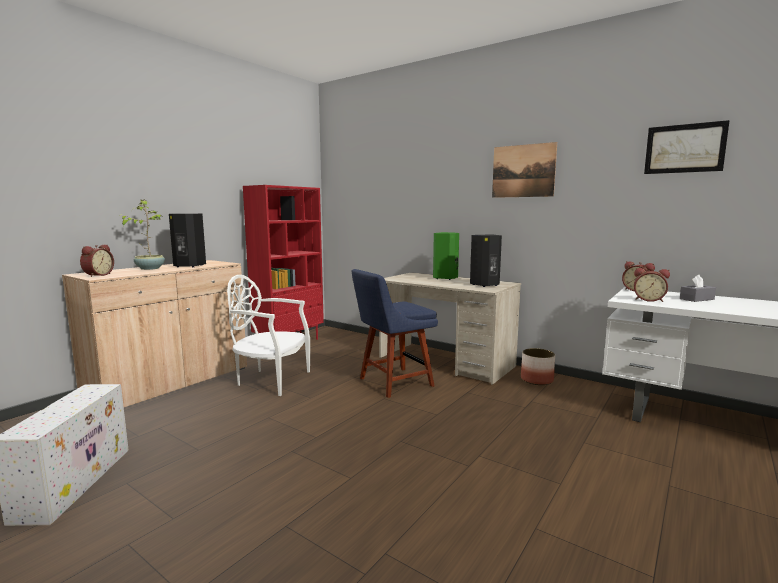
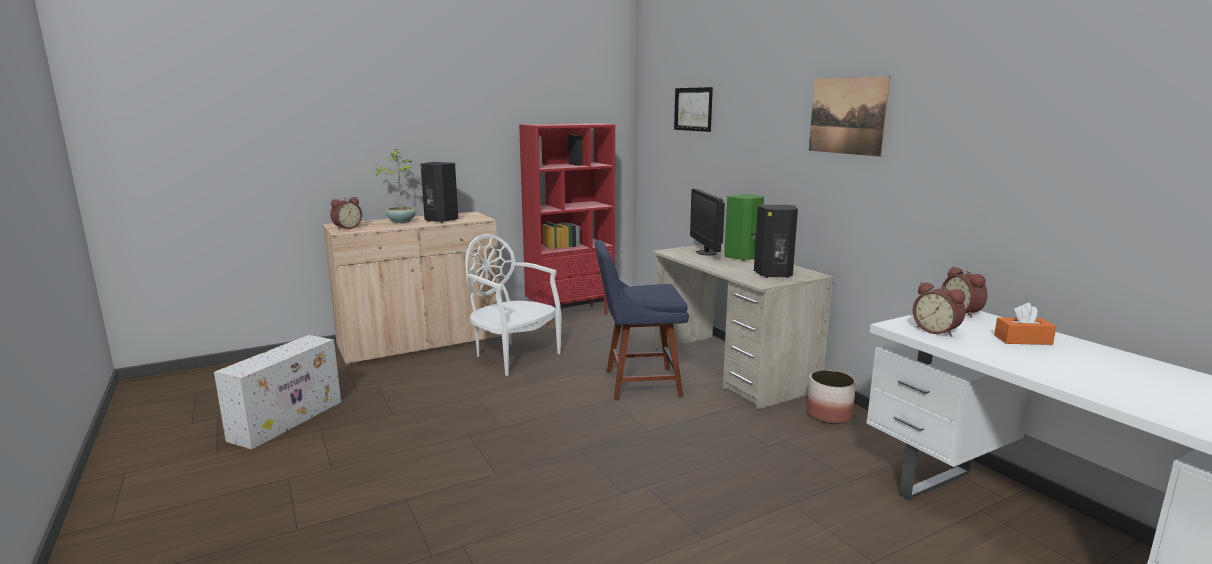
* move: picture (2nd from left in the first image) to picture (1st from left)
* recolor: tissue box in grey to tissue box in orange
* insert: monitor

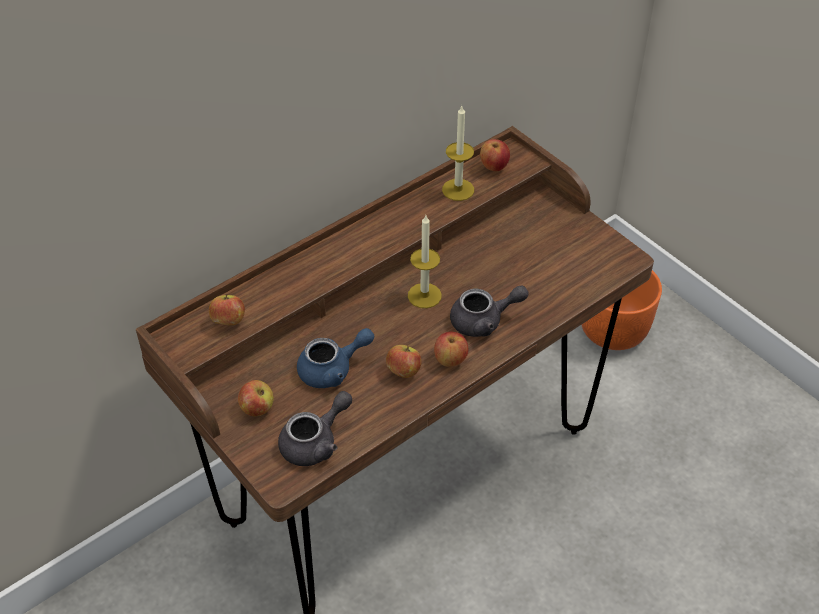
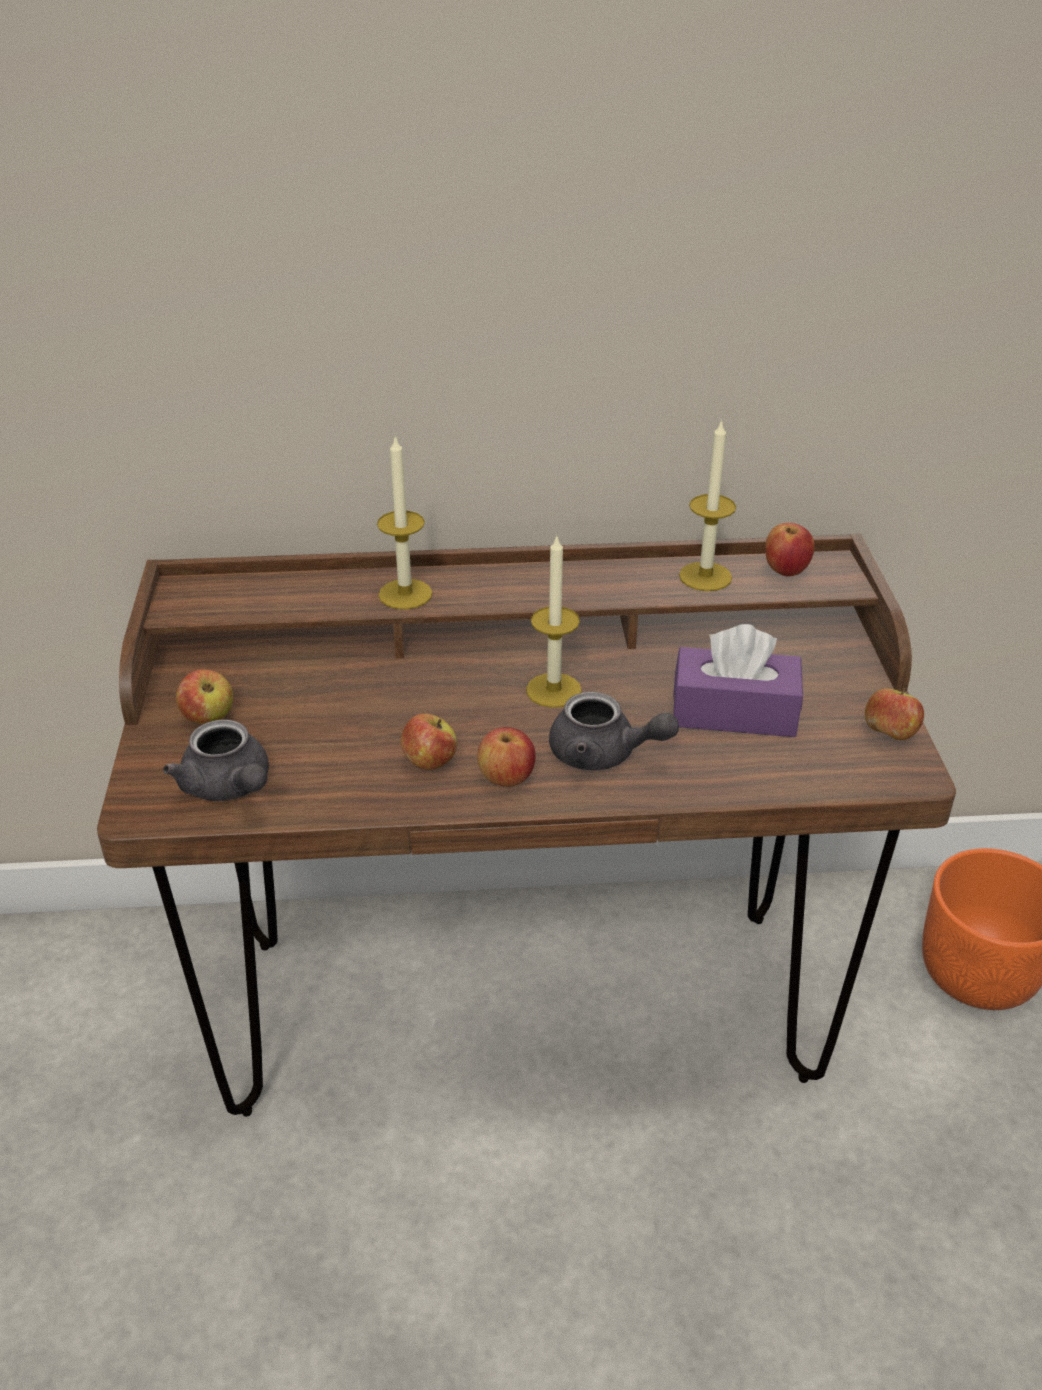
* move: apple (1st from left in the first image) to apple (5th from left)
* rotate: teapot in grey (1st from left) 60 degrees clockwise
* delete: teapot in blue
* insert: candle (1st from left)
* insert: tissue box in purple

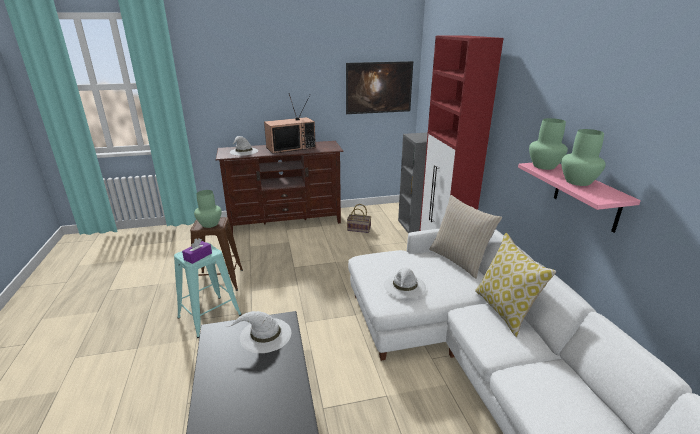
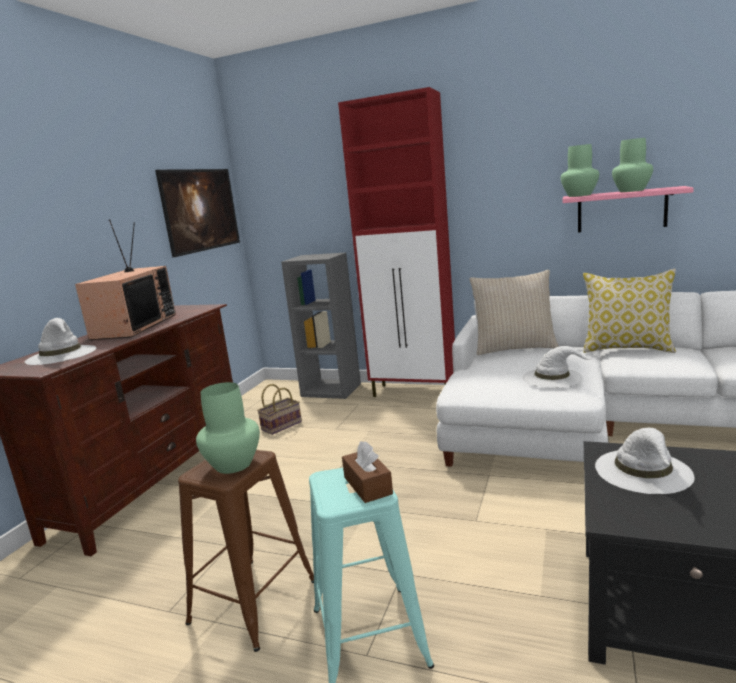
* recolor: tissue box in purple to tissue box in brown

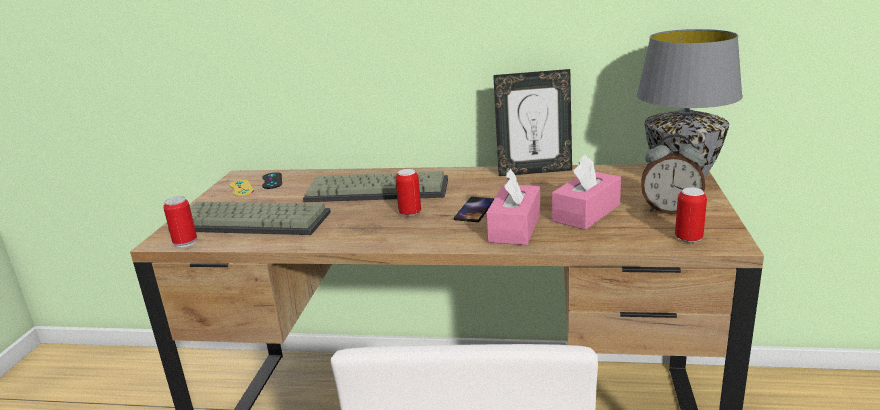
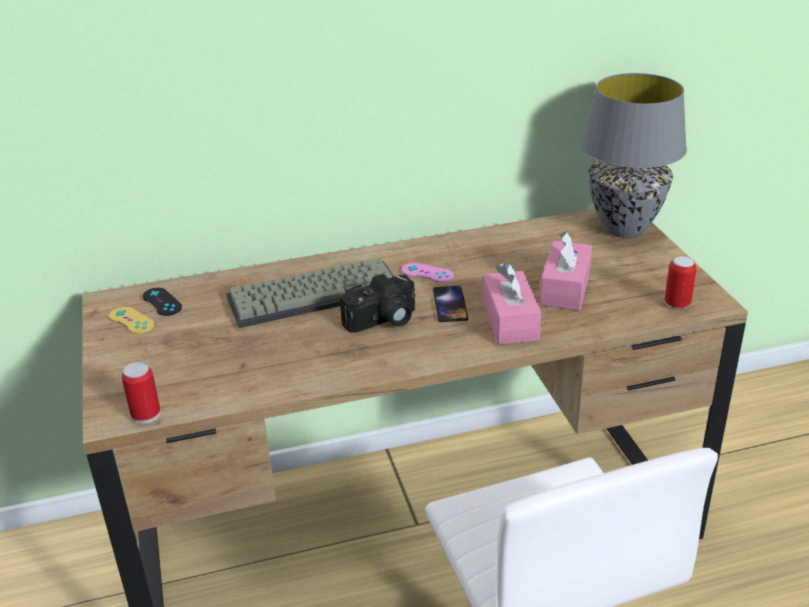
* delete: keyboard (1st from left)
* replace: can (2nd from left) to photo camera
* delete: picture frame
* delete: alarm clock
* insert: game controller in pink

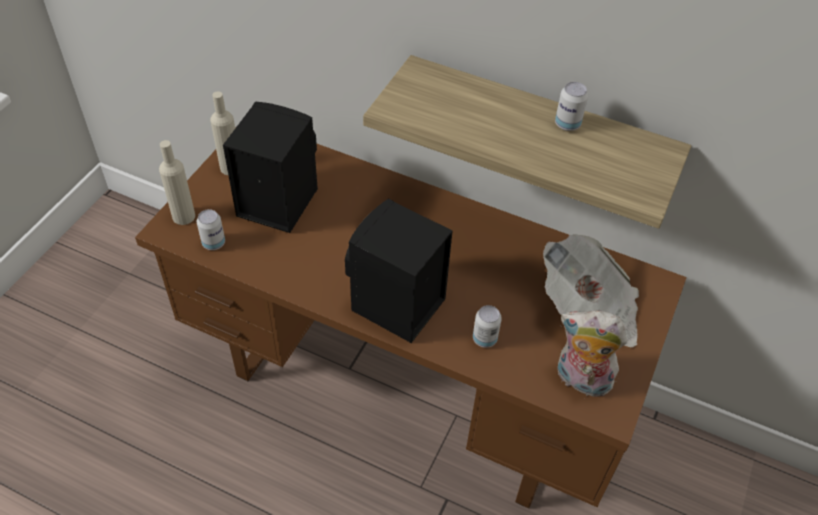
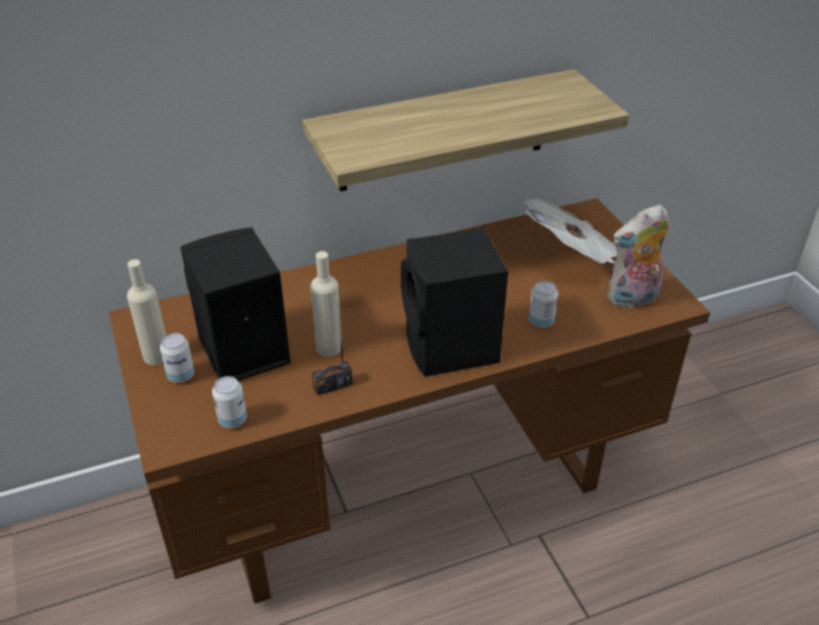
* move: bottle in beige (1st from left in the first image) to bottle in beige (2nd from left)
* move: can (3rd from left in the first image) to can (1st from left)
* insert: radio

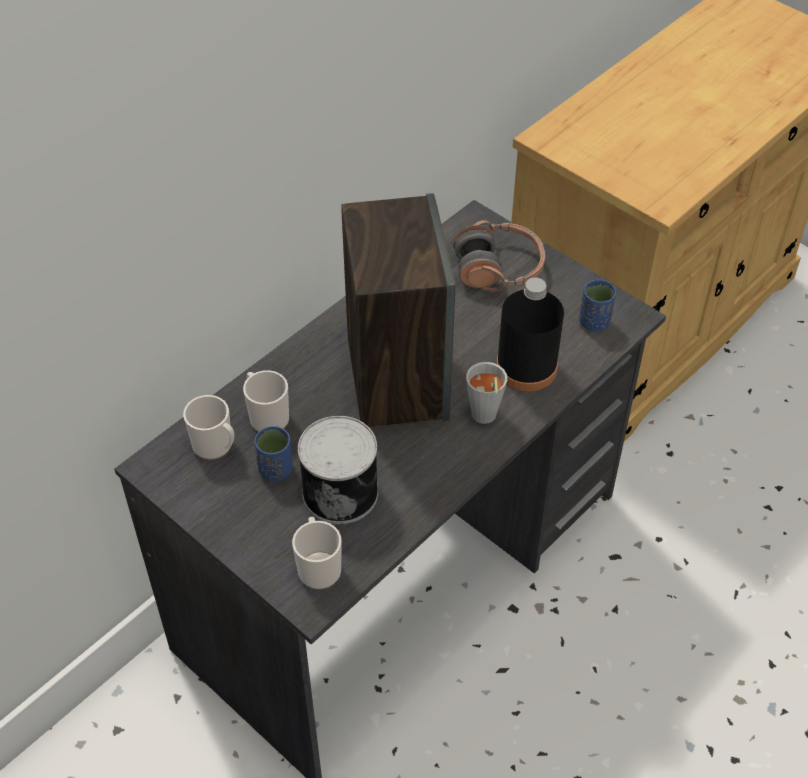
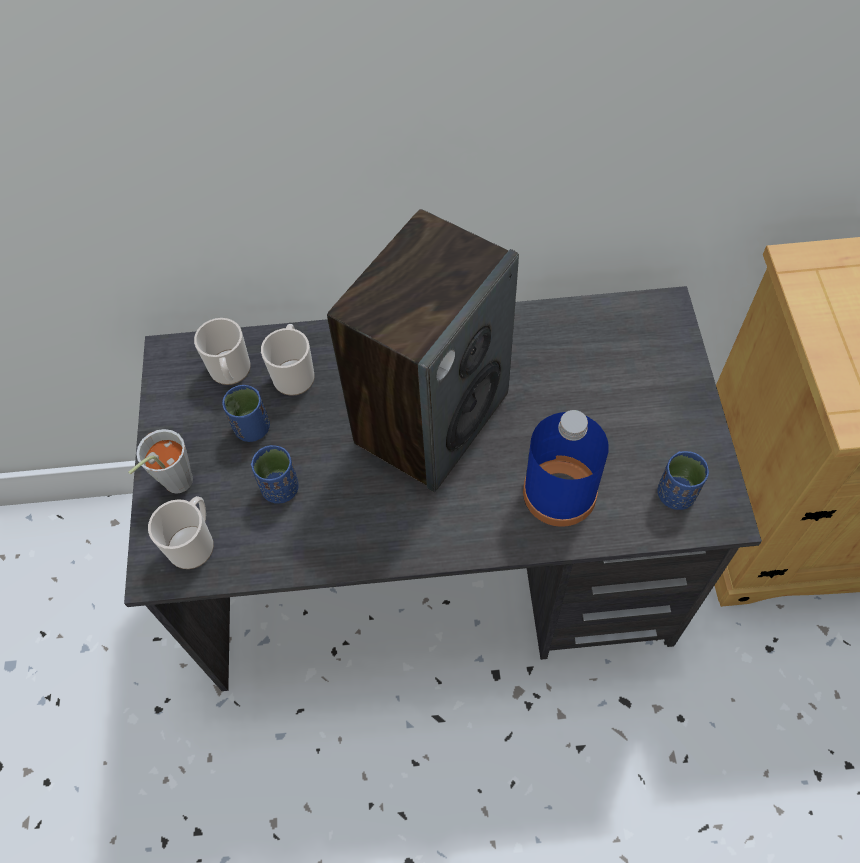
* replace: can to cup in blue (2nd from left)
* delete: headphones
* move: cup in grey
* recolor: bottle in black to bottle in blue

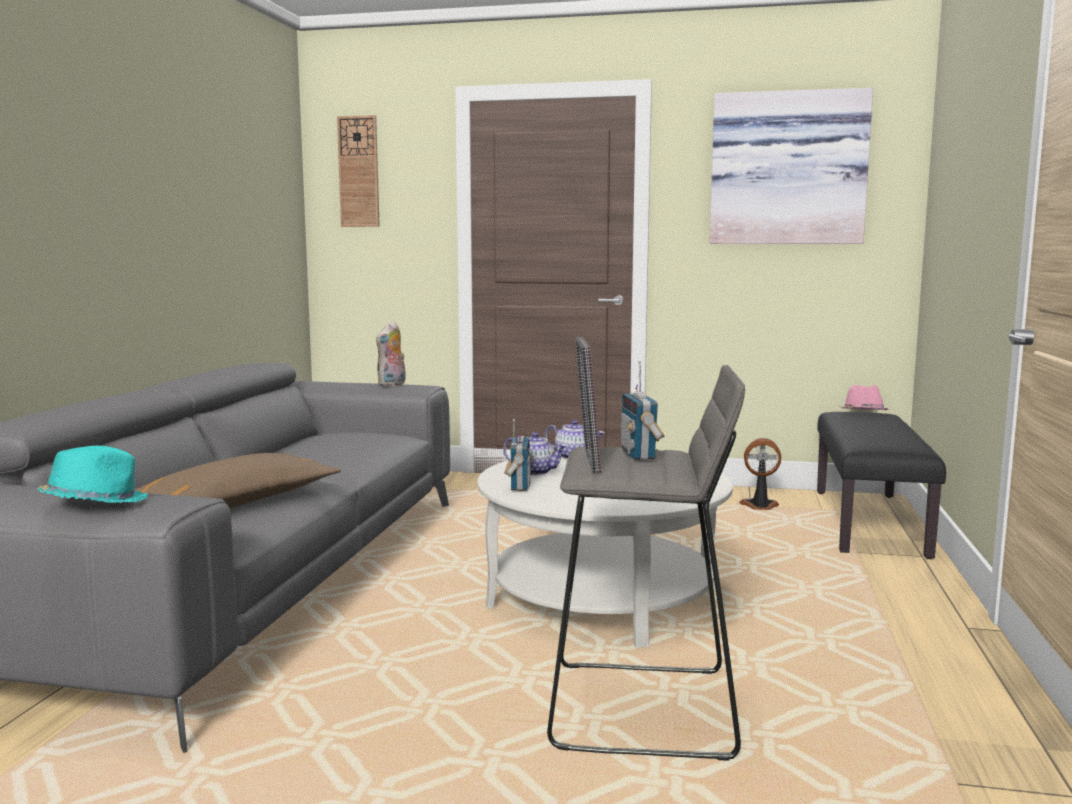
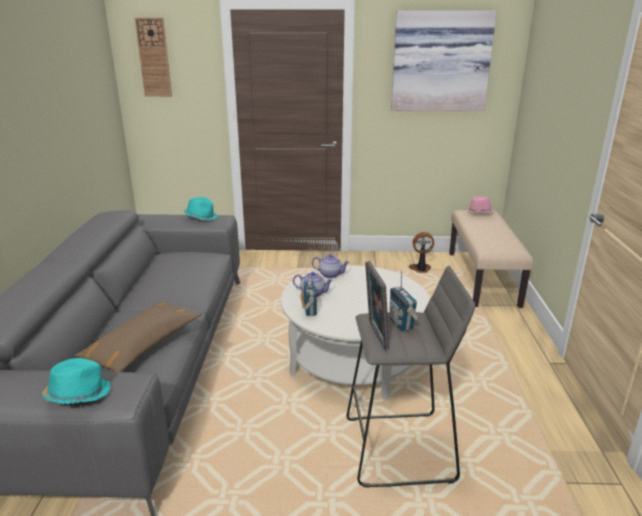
* replace: plush toy to hat in turquoise (2nd from left)
* recolor: bench in black to bench in beige

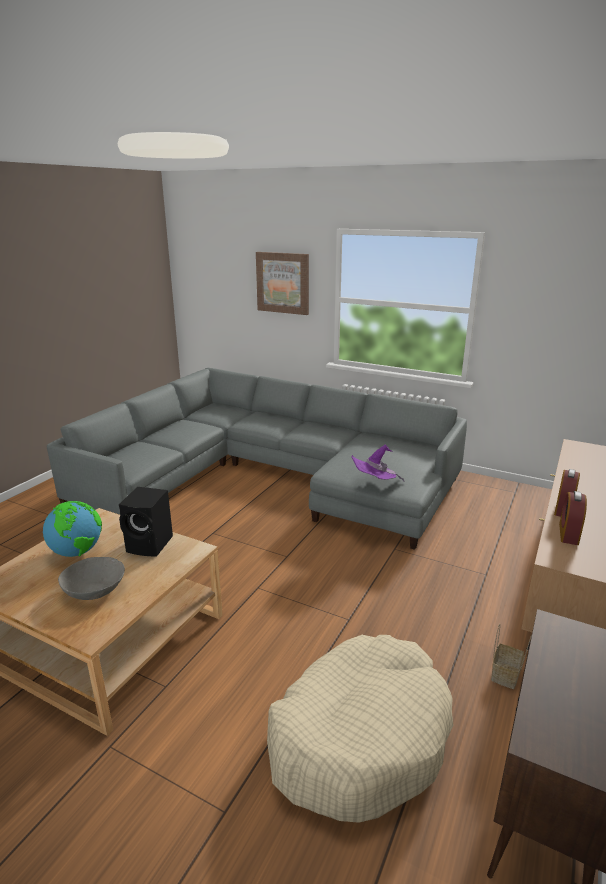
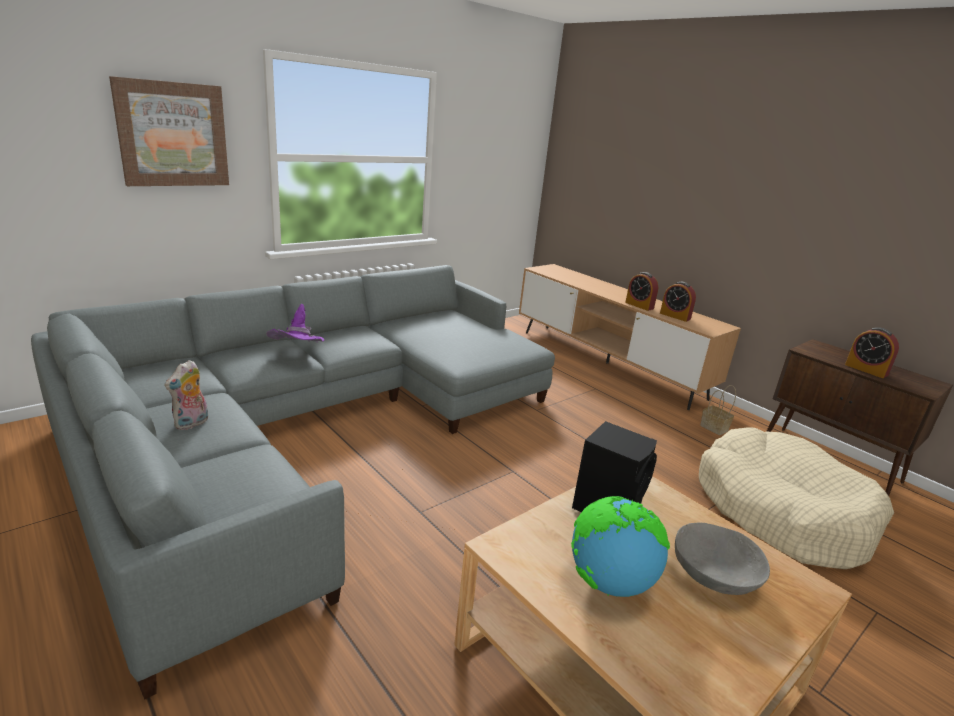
* move: hat in purple
* insert: plush toy
* insert: alarm clock (3rd from left)

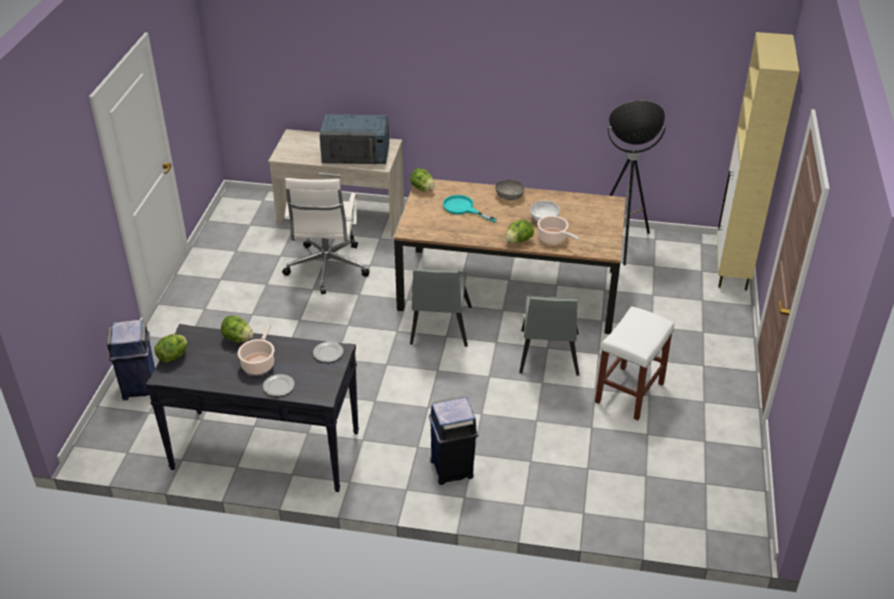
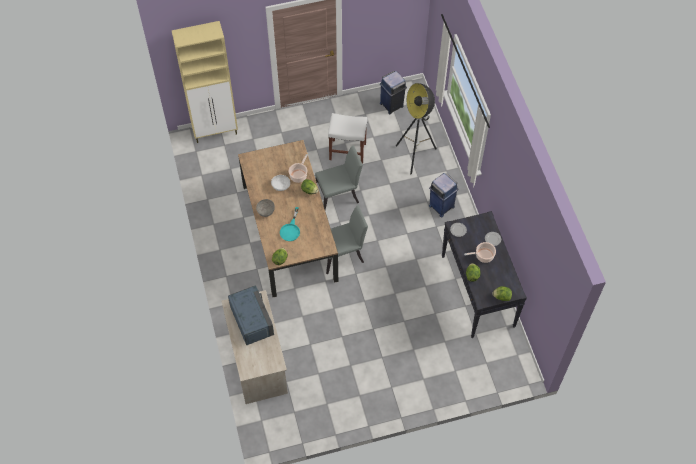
* move: trash can in blue (1st from left)
* delete: office chair in white
* move: floor lamp

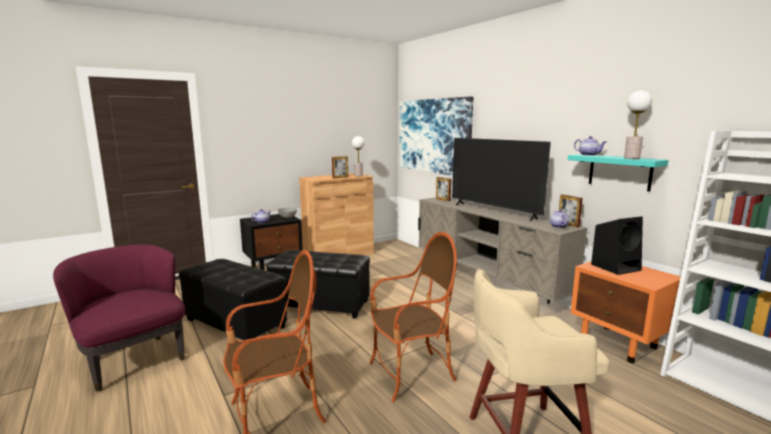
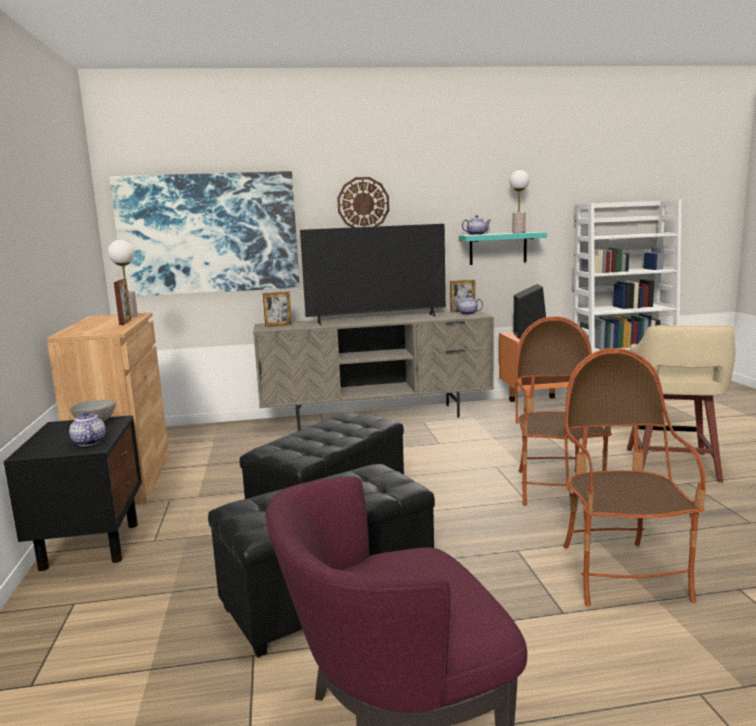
* insert: wall clock

